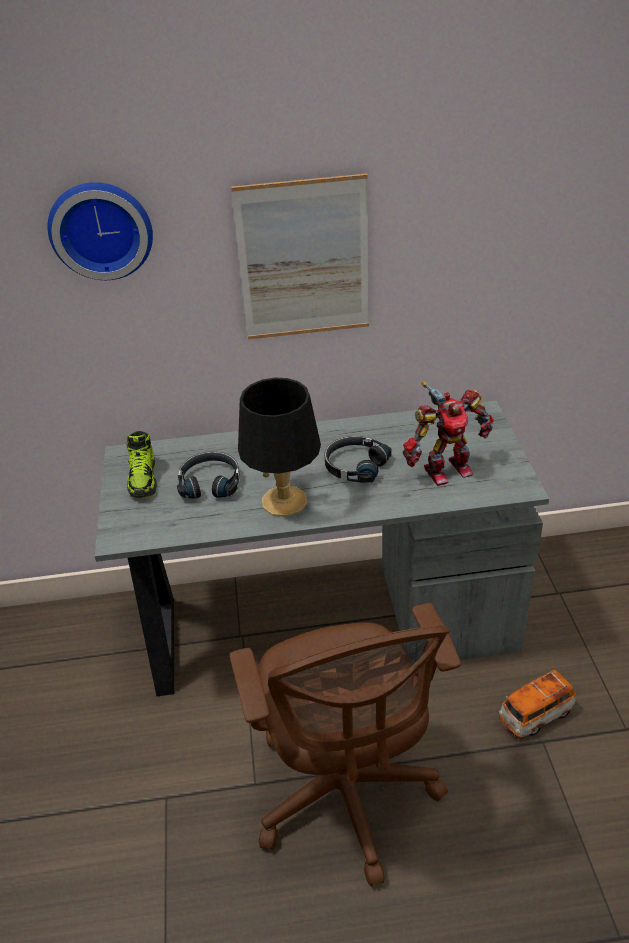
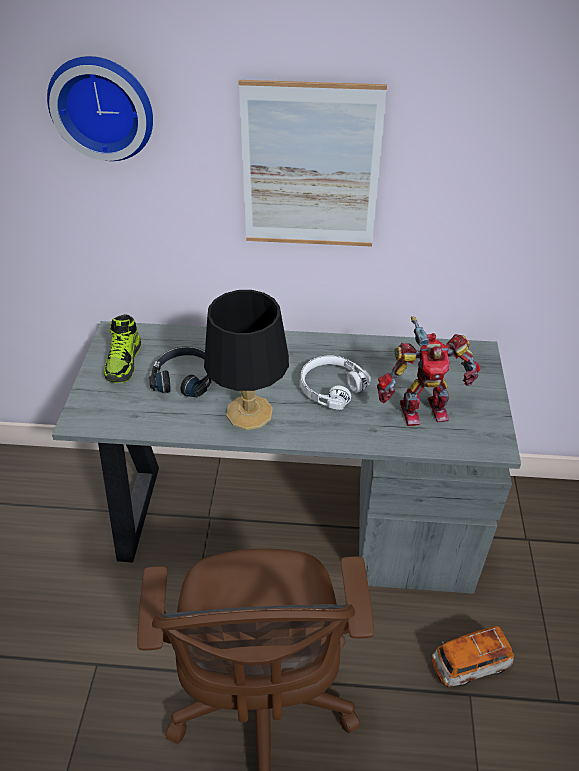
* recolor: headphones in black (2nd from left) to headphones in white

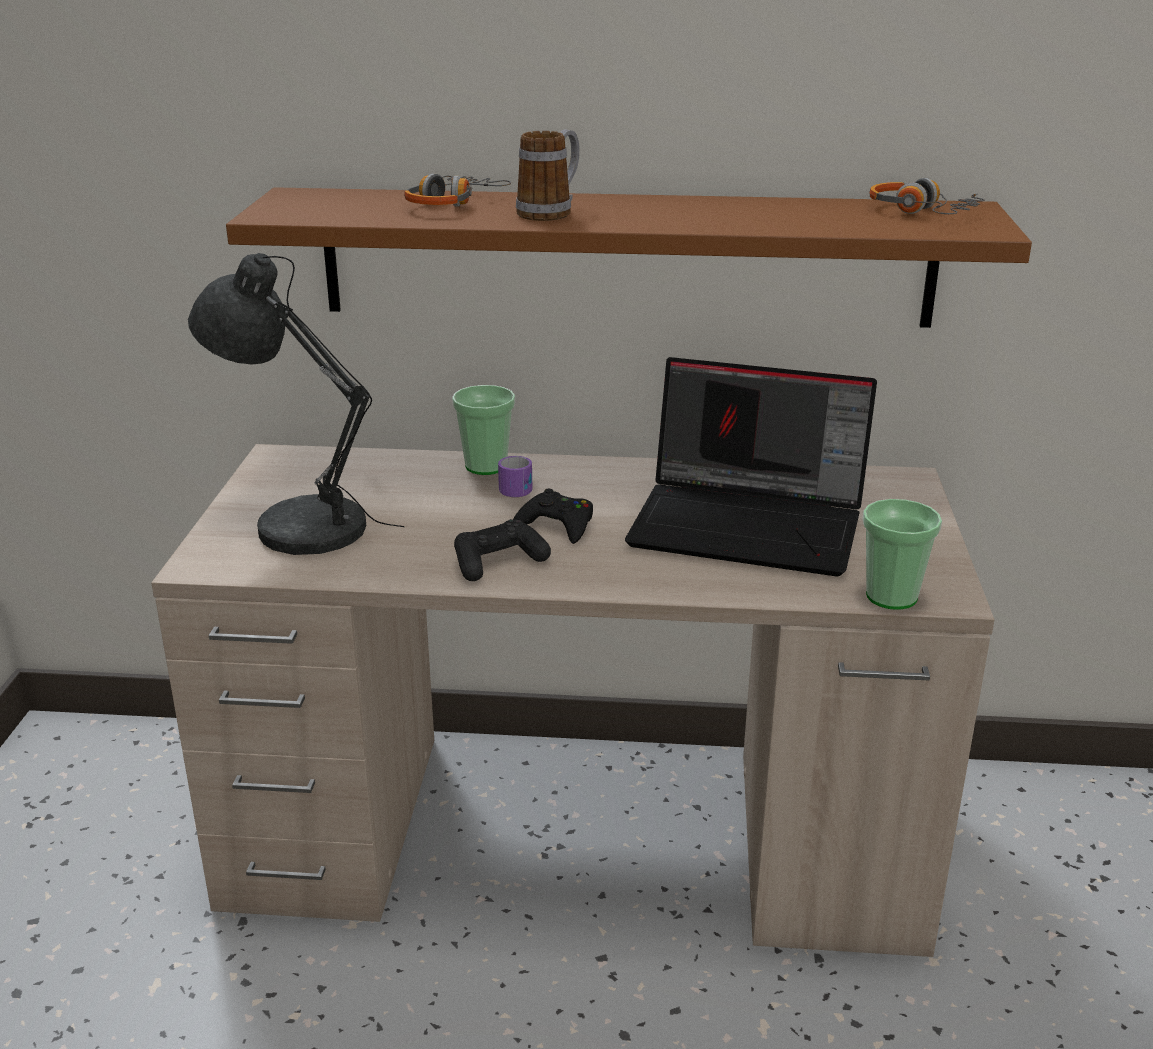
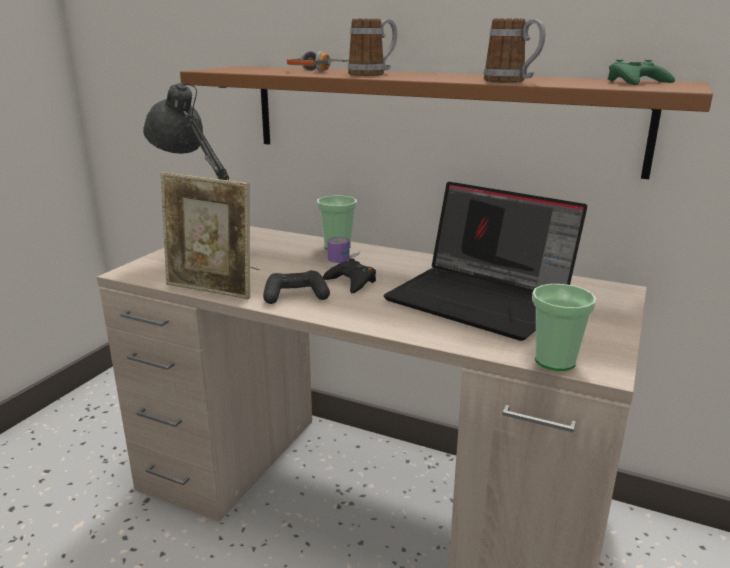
* replace: headphones (2nd from left) to game controller in green
* insert: picture frame
* insert: mug (3rd from left)

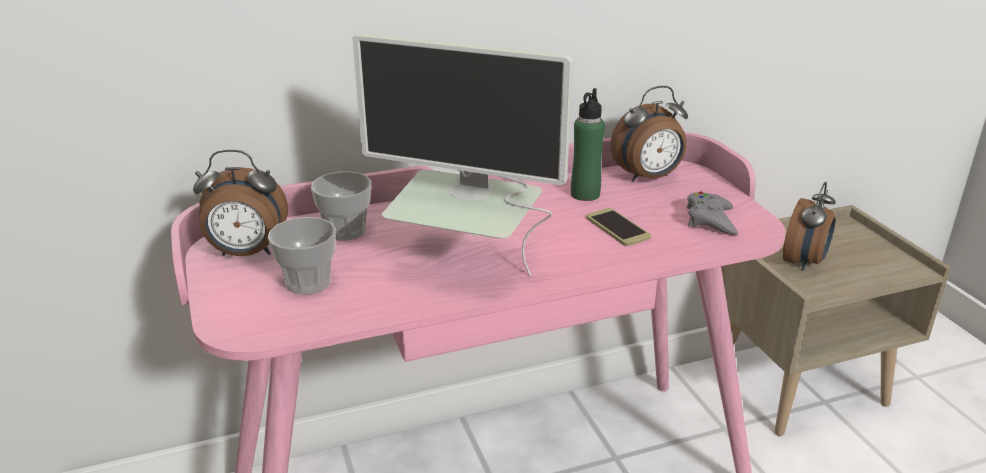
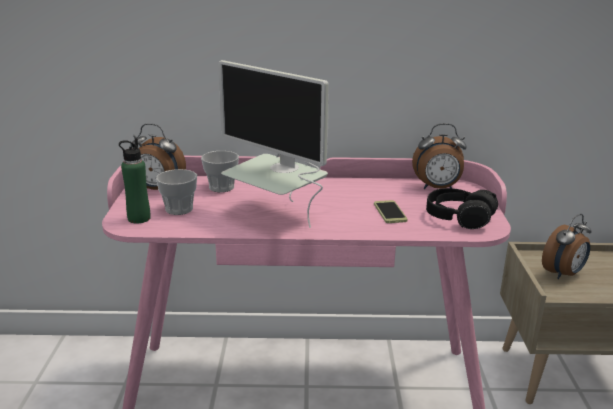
* move: bottle in green
* replace: game controller in grey to headphones in black

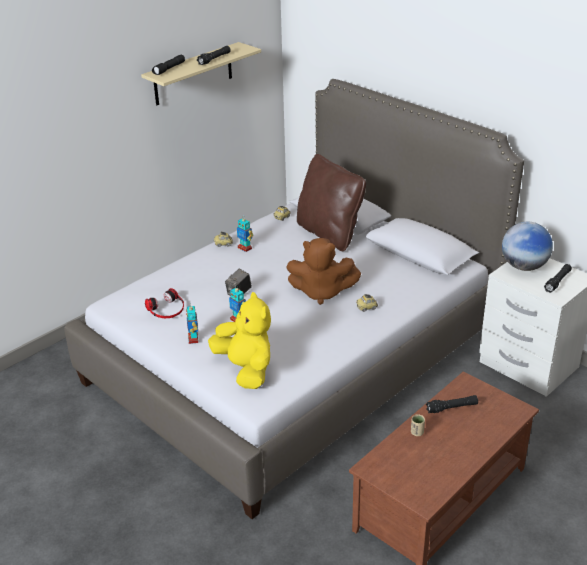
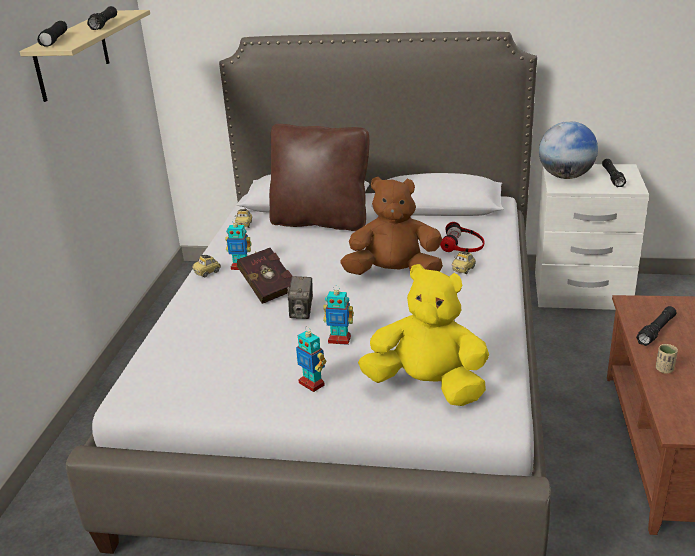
* move: headphones
* rotate: plush toy in brown 150 degrees counterclockwise
* insert: book in red

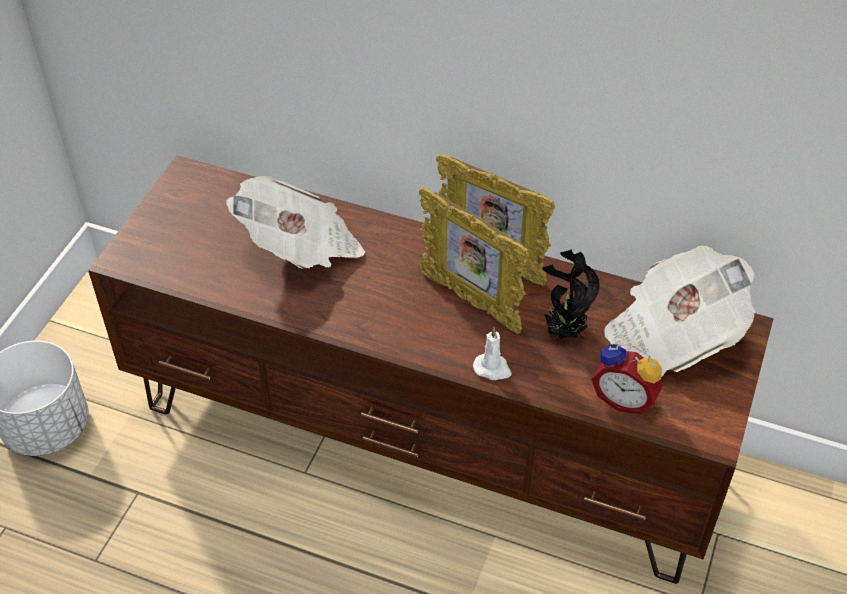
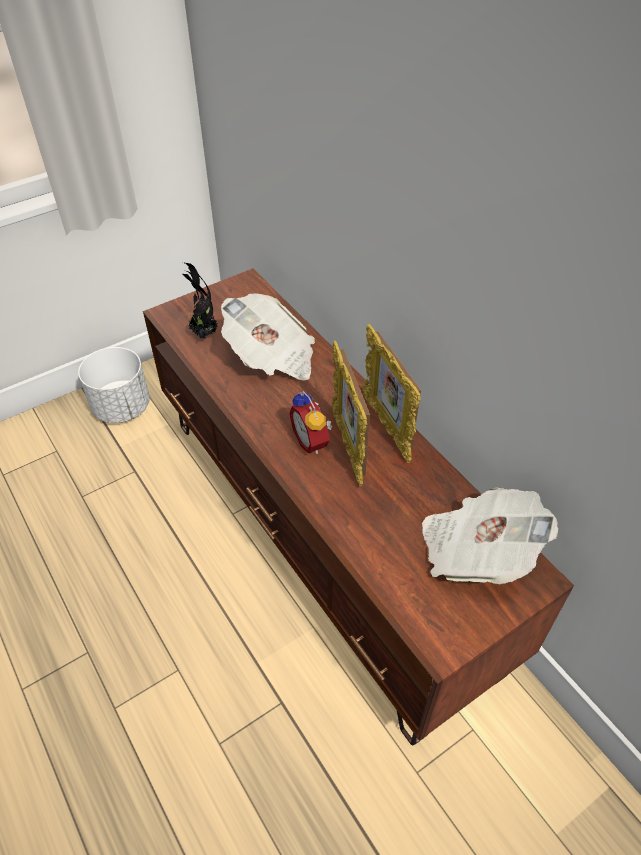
* delete: candle in white
* move: potted plant
* move: alarm clock

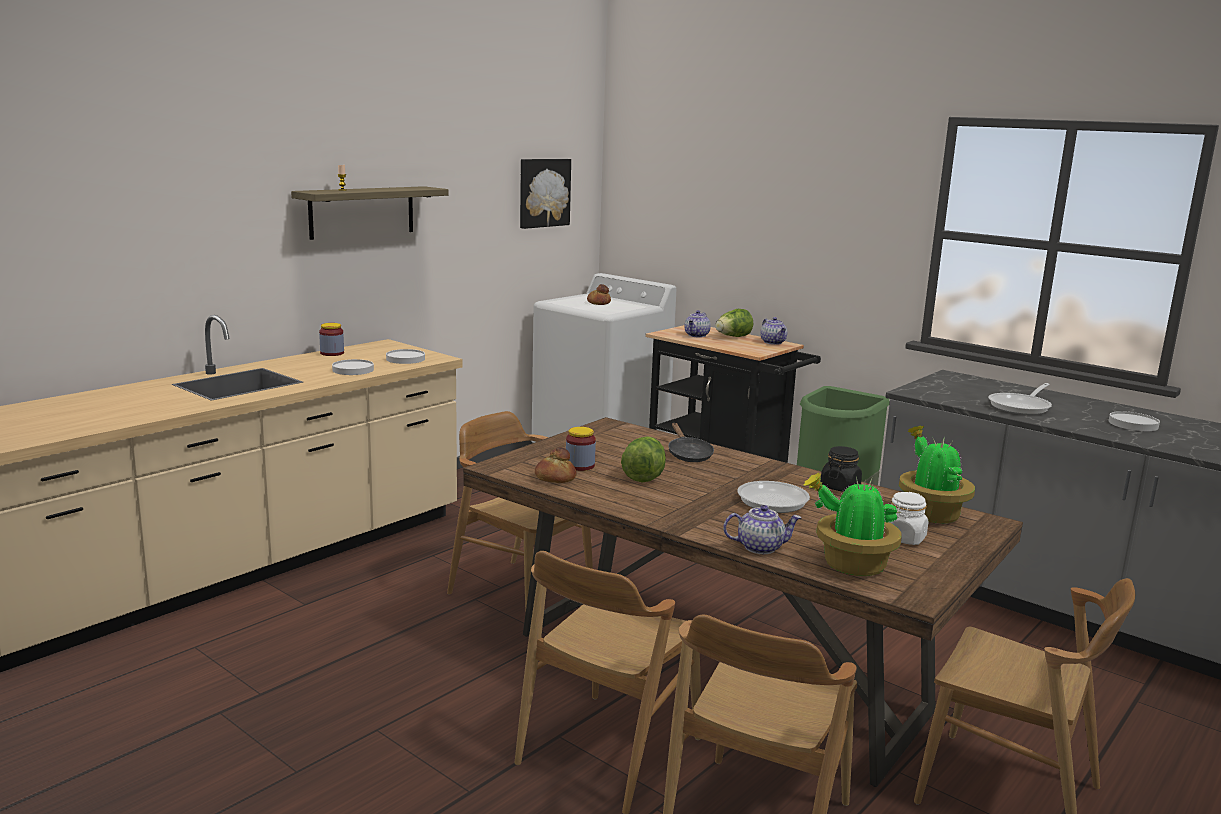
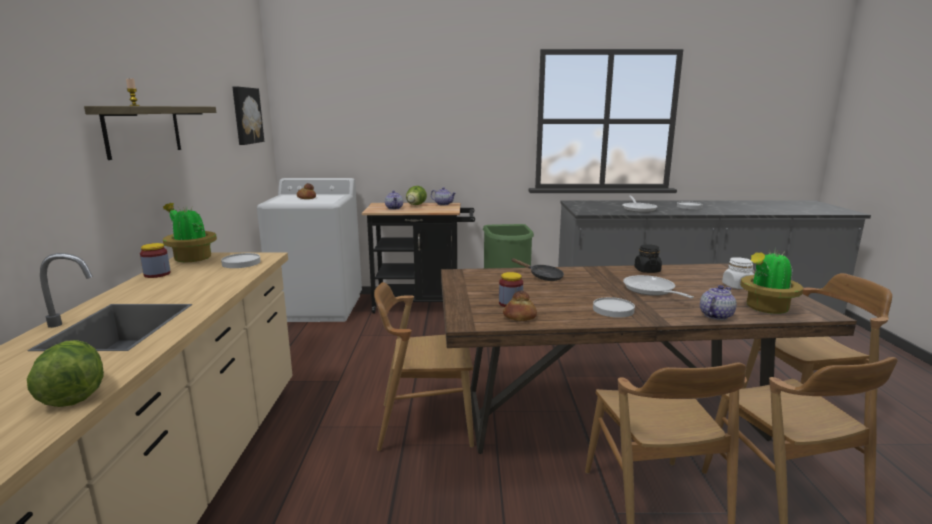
* move: plate in white (1st from left in the first image) to plate in white (2nd from left)
* move: lettuce (1st from left)
* move: potted plant (2nd from left in the first image) to potted plant (1st from left)

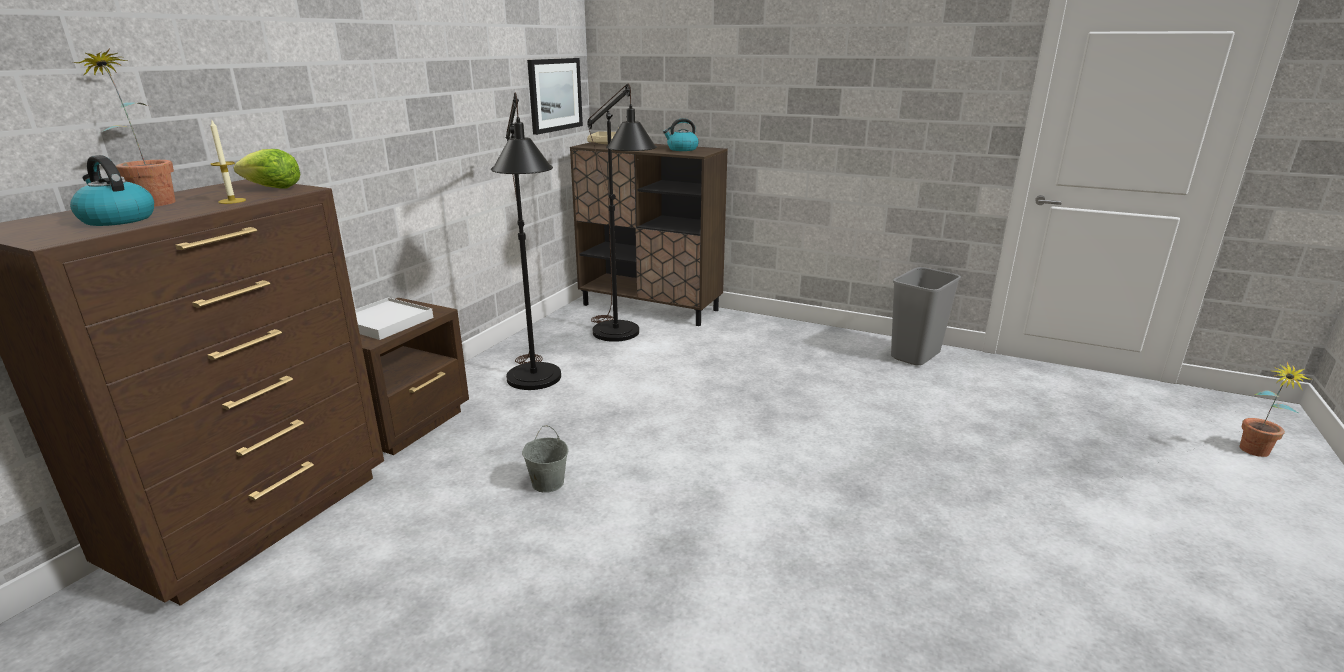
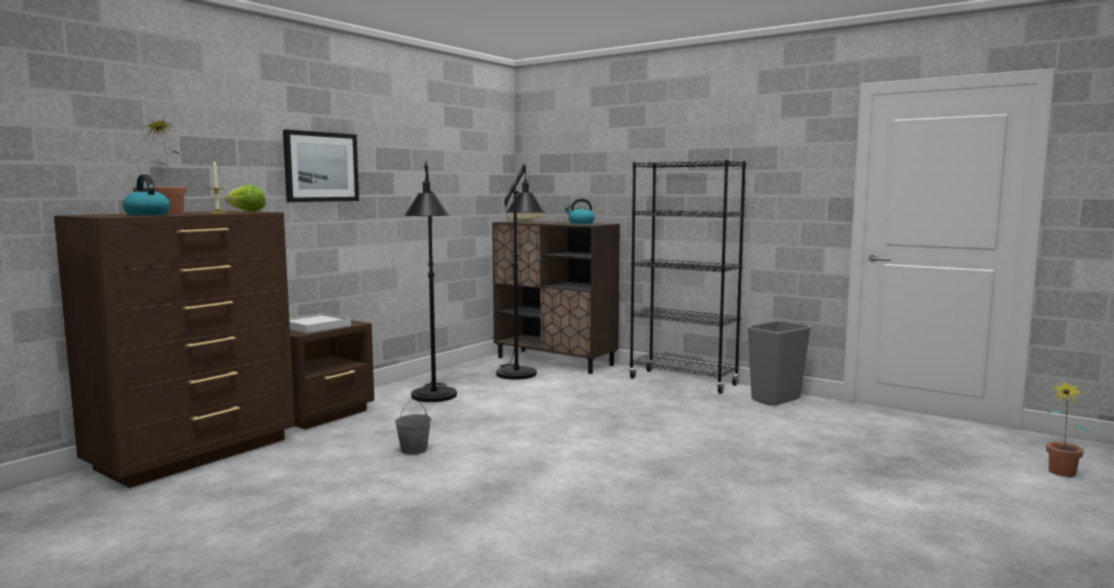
* move: picture
* insert: bookcase in black

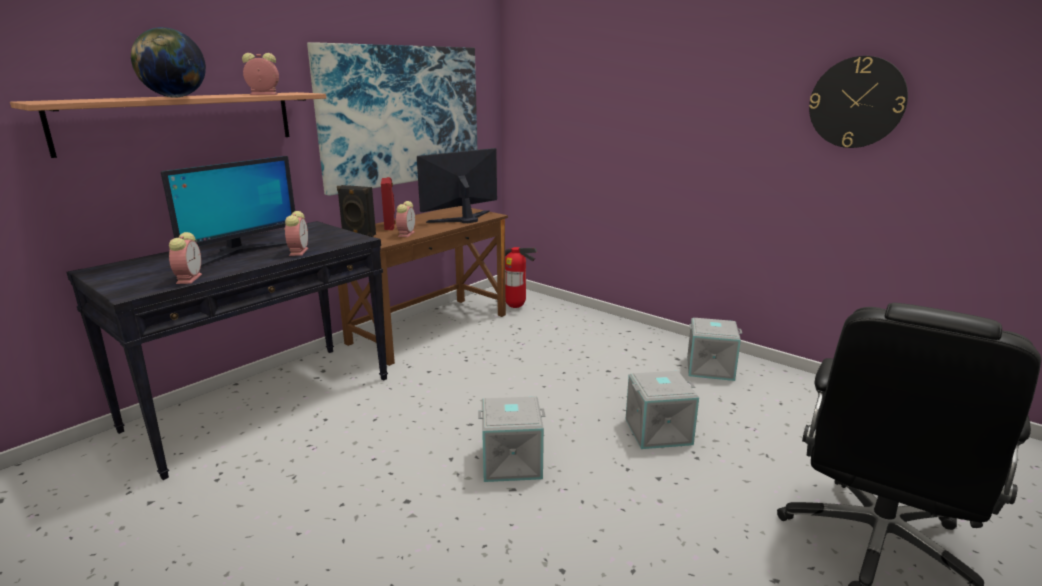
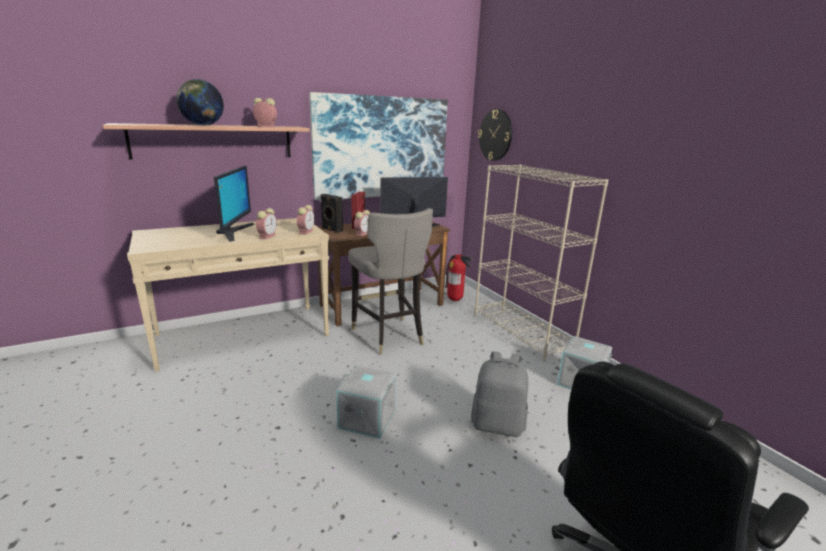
* recolor: console table in black to console table in beige
* rotate: monitor (1st from left) 60 degrees counterclockwise
* move: alarm clock (1st from left in the first image) to alarm clock (3rd from left)
* replace: storage box in grey (2nd from left) to backpack in grey
* move: wall clock
* insert: stool in grey
* insert: bookcase in beige

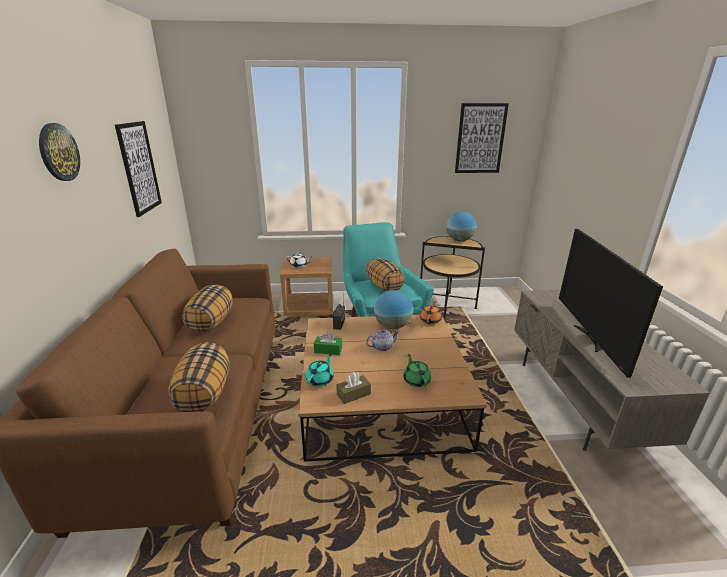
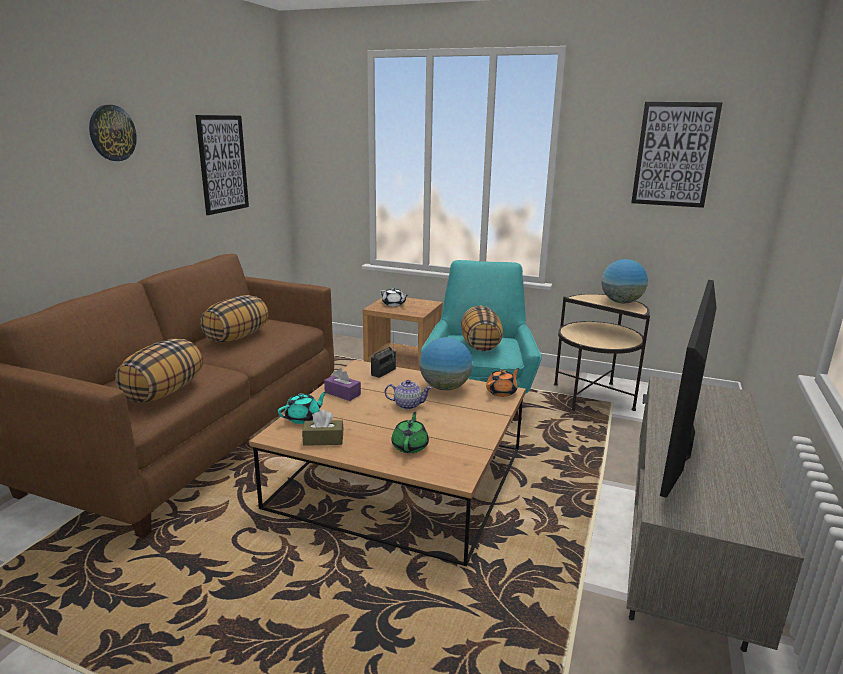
* recolor: tissue box in green to tissue box in purple

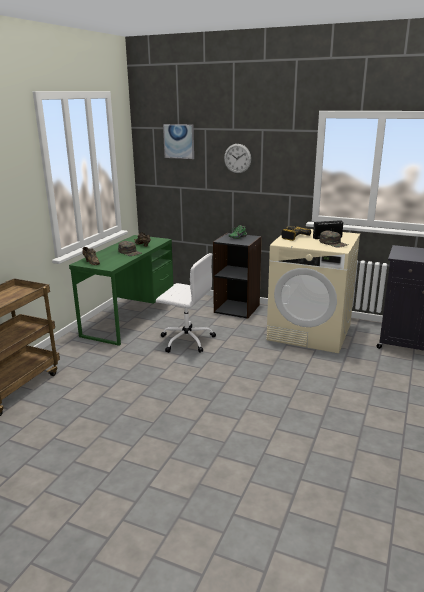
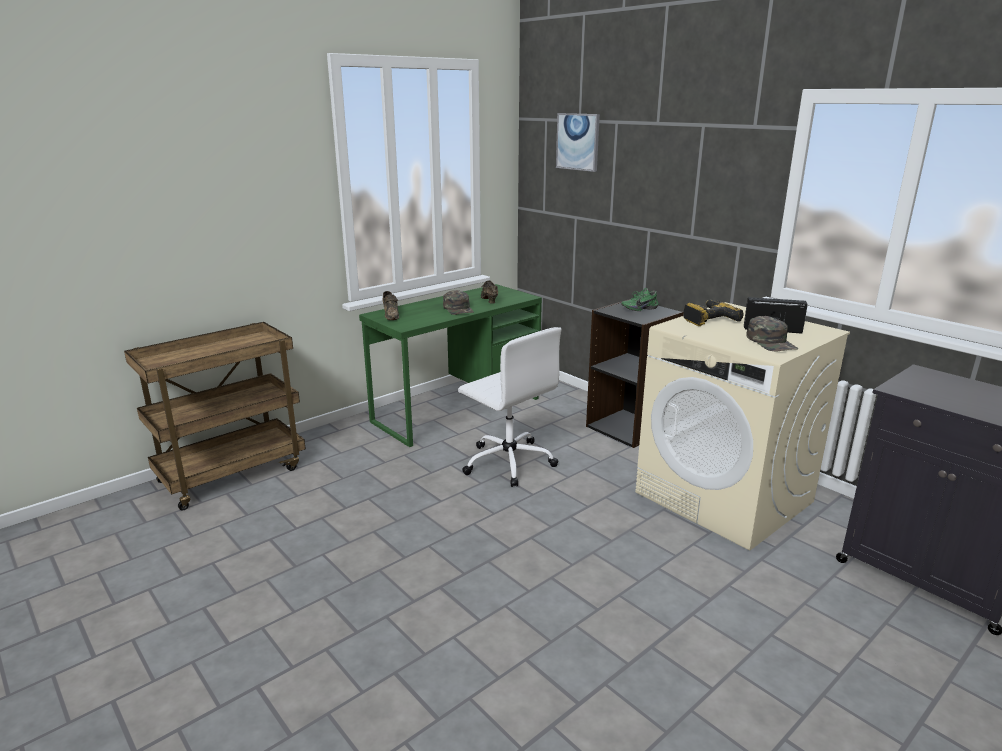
* delete: wall clock

